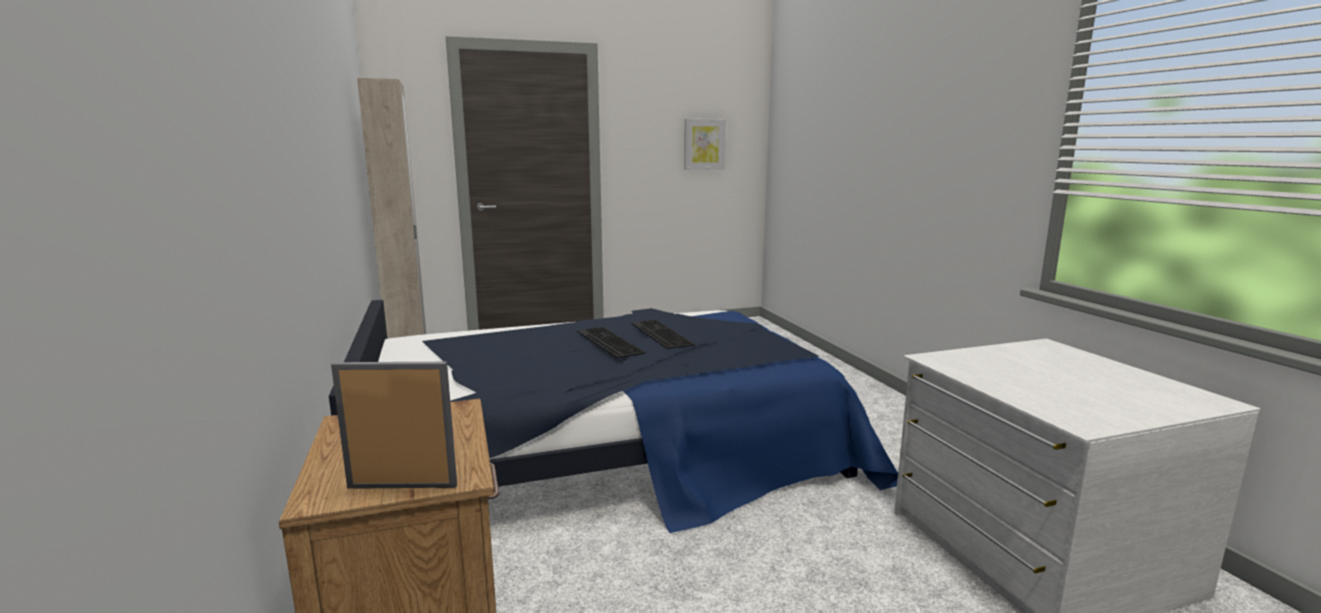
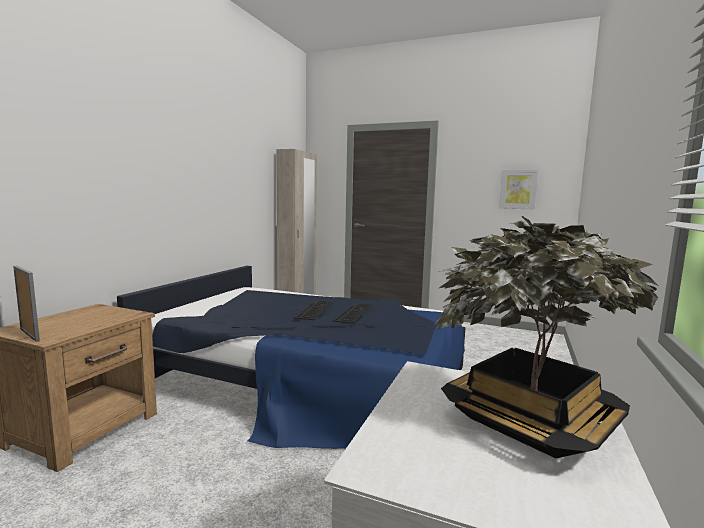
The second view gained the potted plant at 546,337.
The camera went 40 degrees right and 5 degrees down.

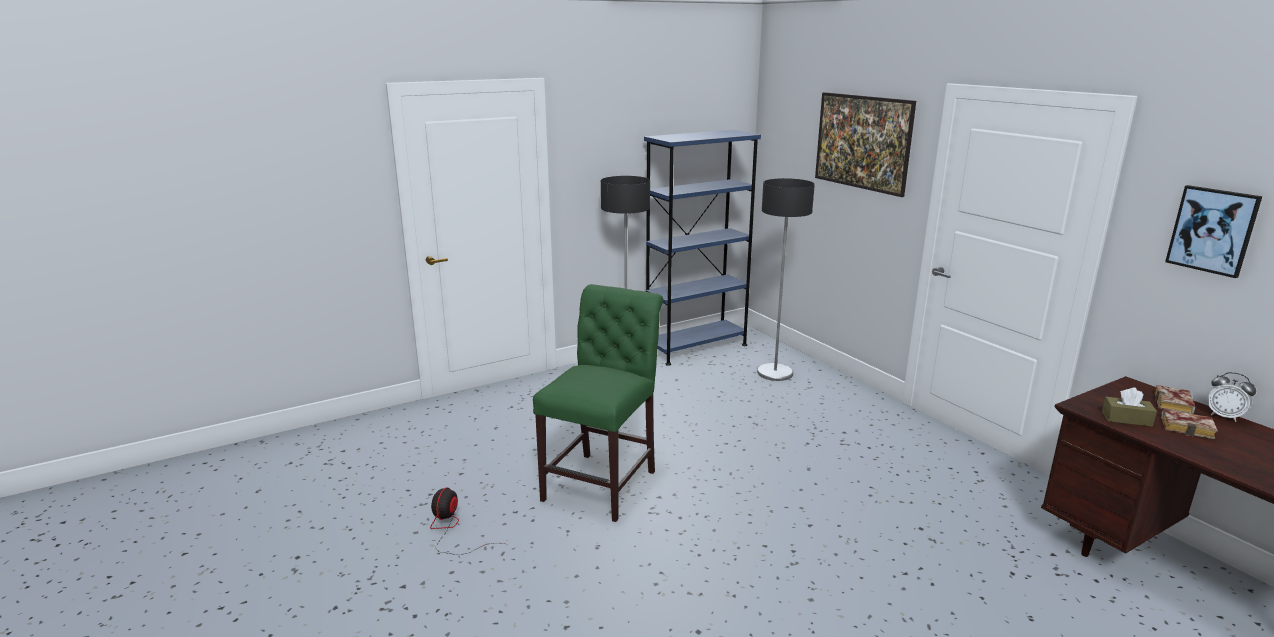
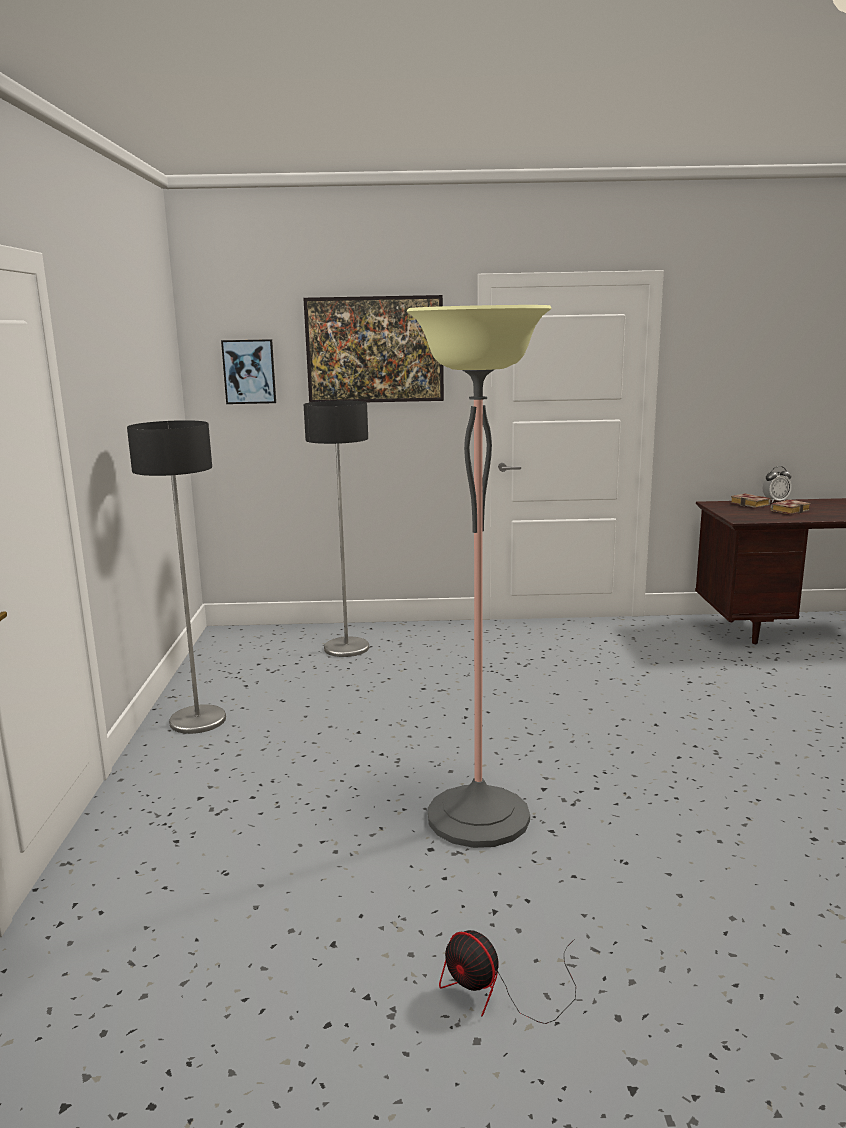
Where the chair/green stood at 598,403, the floor lamp came to stand at 479,576.
The second view lost the bookcase/blue at 702,248.
The second view lost the tissue box/brown at 1129,407.
The picture ended up elsewhere, having gone from 1213,231 to 248,371.
The camera went 60 degrees left and 5 degrees down.

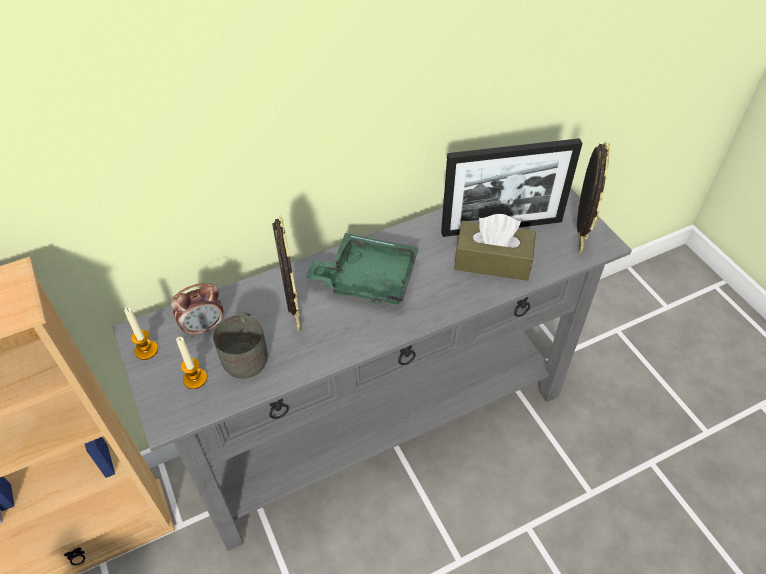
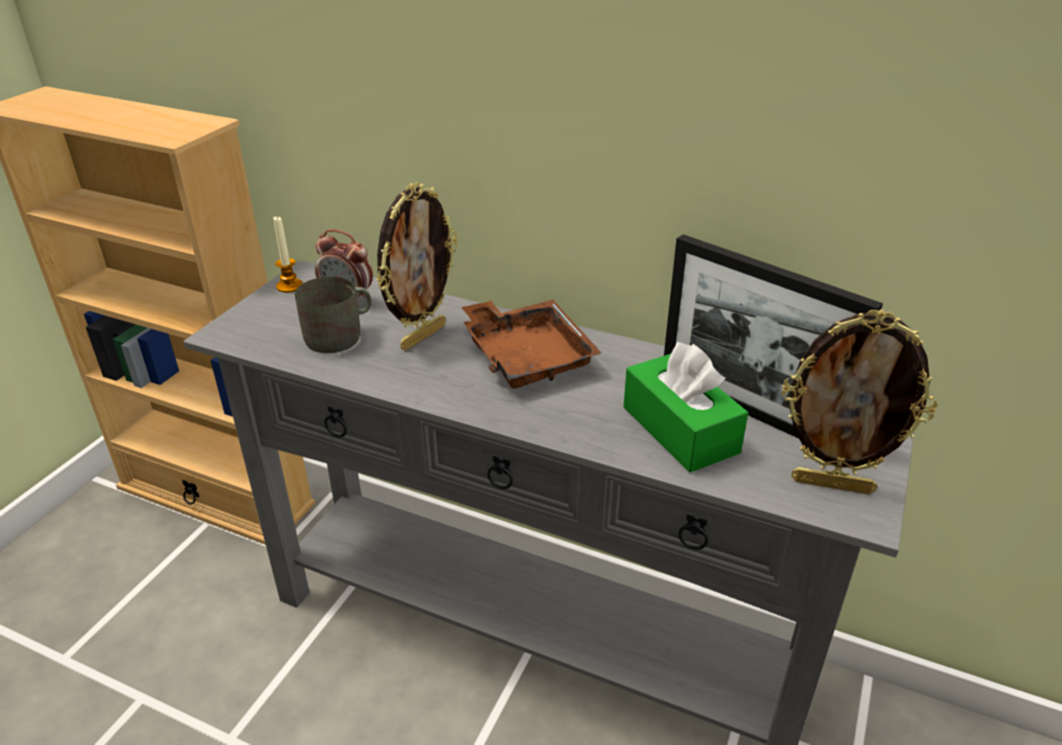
The second view lost the candle at 191,363.
What was the tray/green at 362,268 turned into the tray/brown at 531,344.
What was the tissue box/brown at 495,247 turned into the tissue box/green at 686,407.
The picture frame at 593,197 ended up facing another way, 45 degrees clockwise from before.
The camera went 50 degrees right and 15 degrees down.

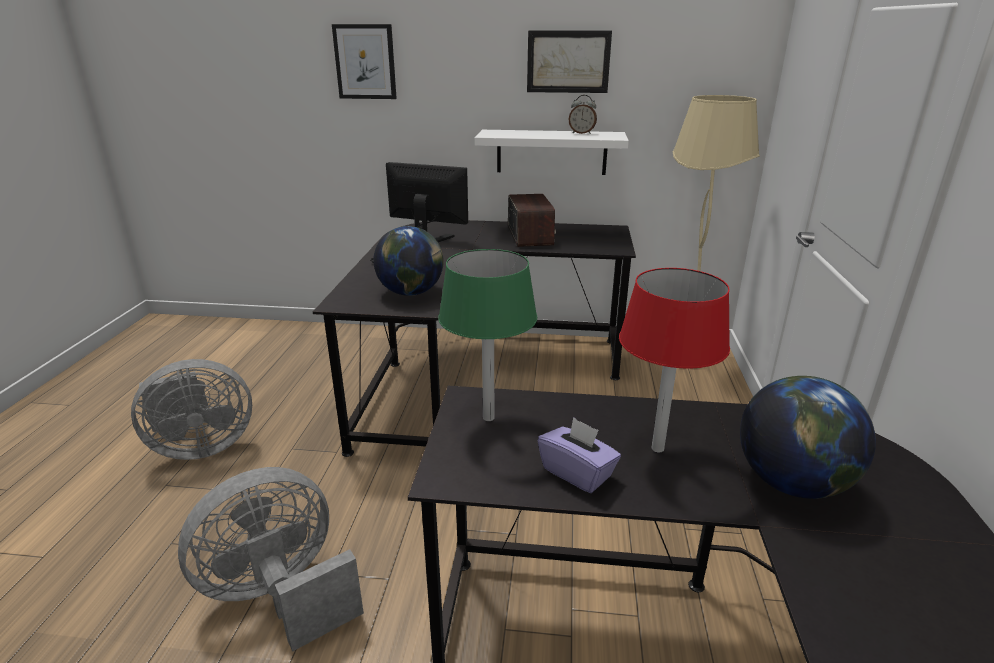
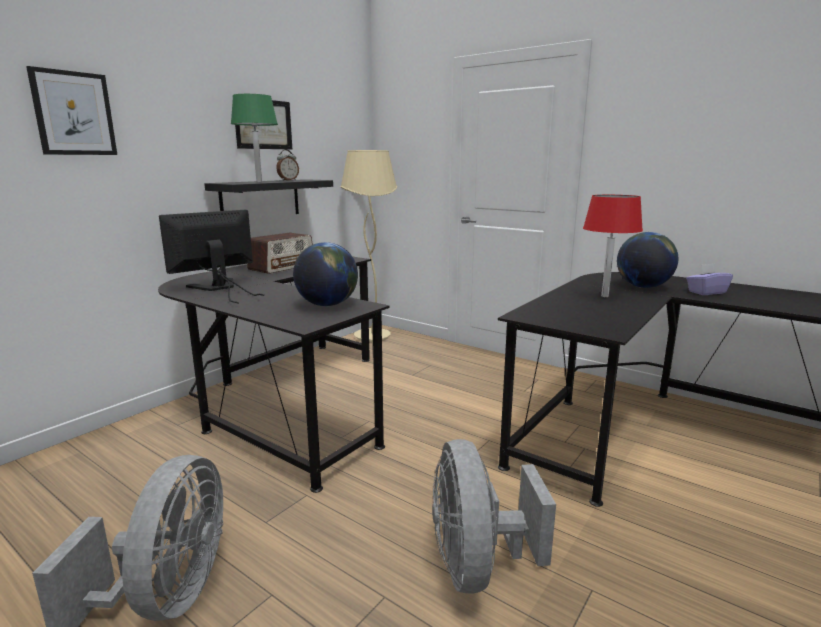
The table lamp/green ended up elsewhere, having gone from 487,335 to 254,138.
What was the shelf/white at 552,152 turned into the shelf/black at 268,196.
The radio at 532,220 ended up facing another way, 105 degrees clockwise from before.
The tissue box/purple ended up elsewhere, having gone from 579,455 to 709,279.
The camera went 60 degrees left and 10 degrees down.

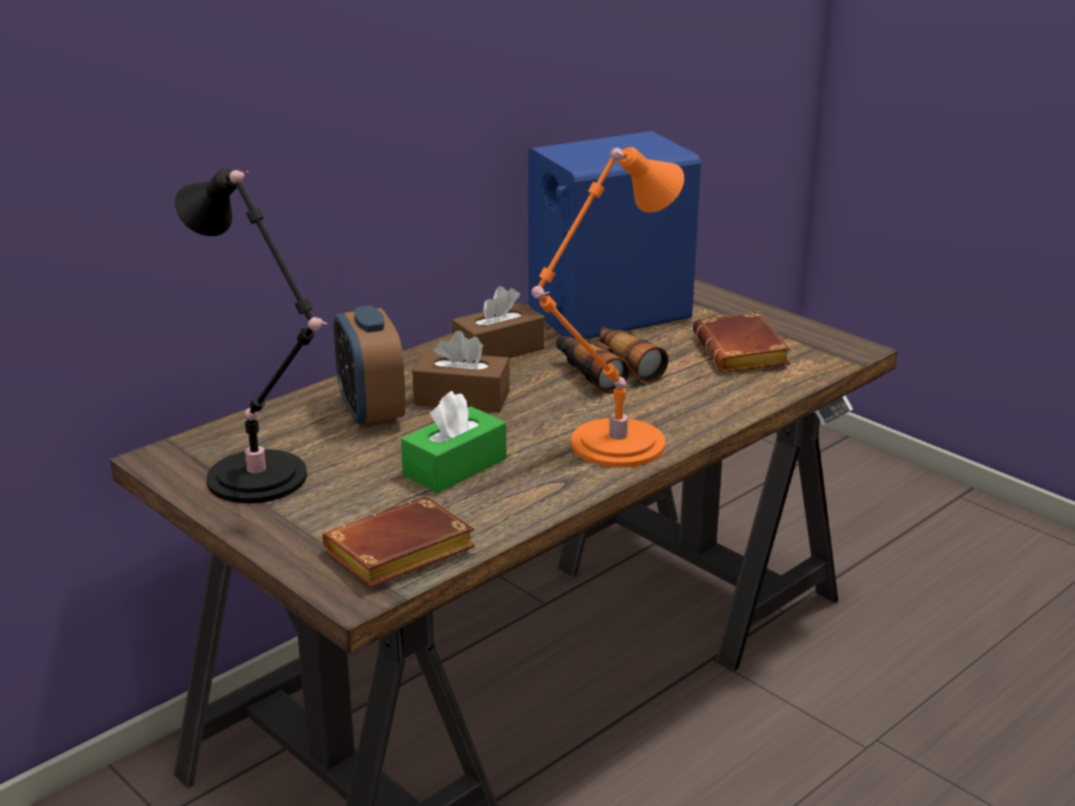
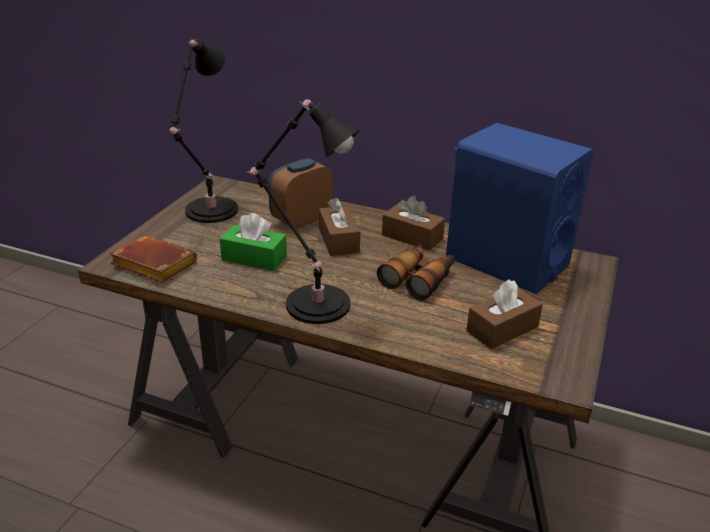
What was the table lamp/orange at 607,307 turned into the table lamp/black at 303,211.
Where the book/brown stood at 742,341, the tissue box/brown came to stand at 504,314.
The camera went 65 degrees right and 5 degrees up.

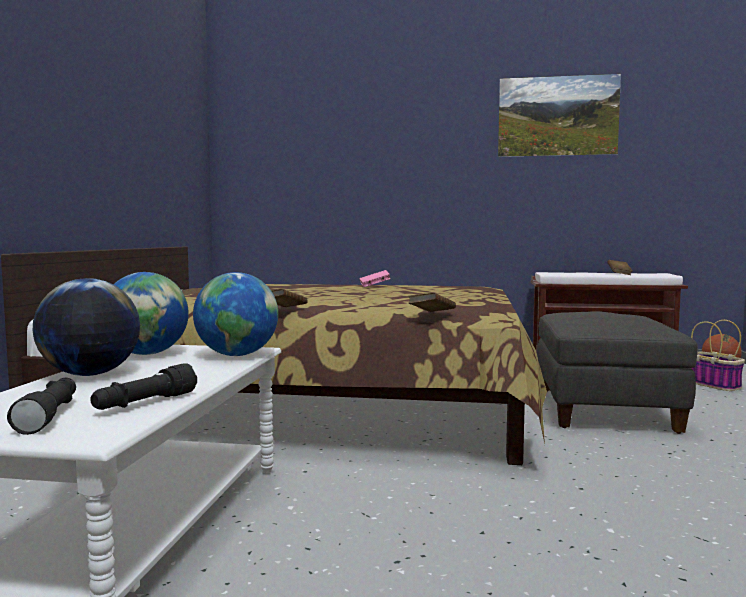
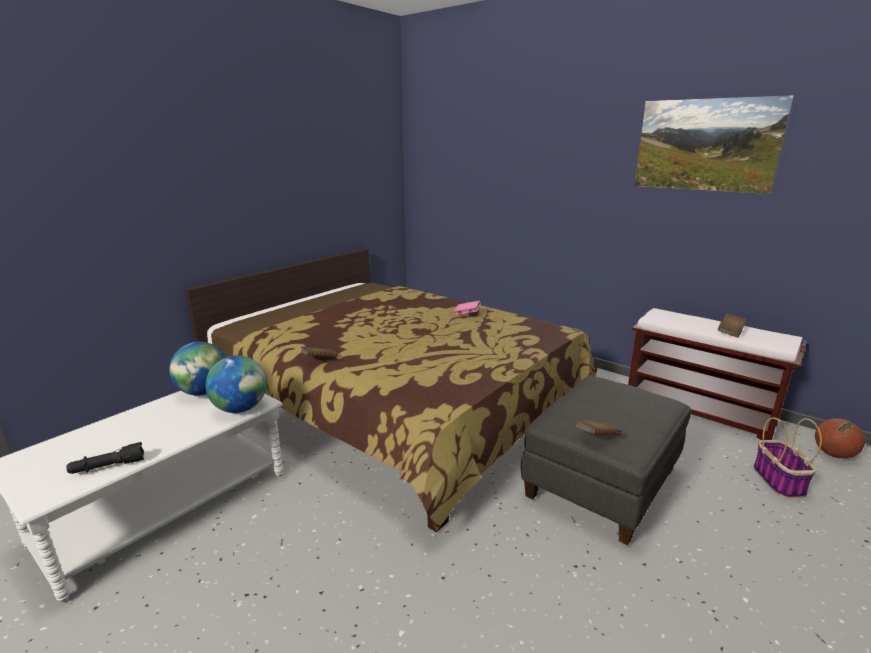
The second view lost the flashlight/black at 41,406.
The second view lost the globe at 86,327.
The book/brown ended up elsewhere, having gone from 432,302 to 598,427.
The camera went 30 degrees right and 15 degrees up.

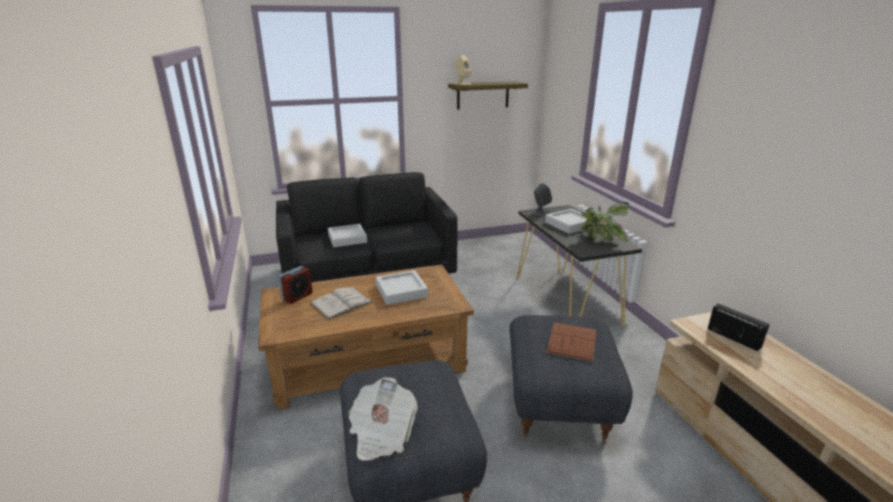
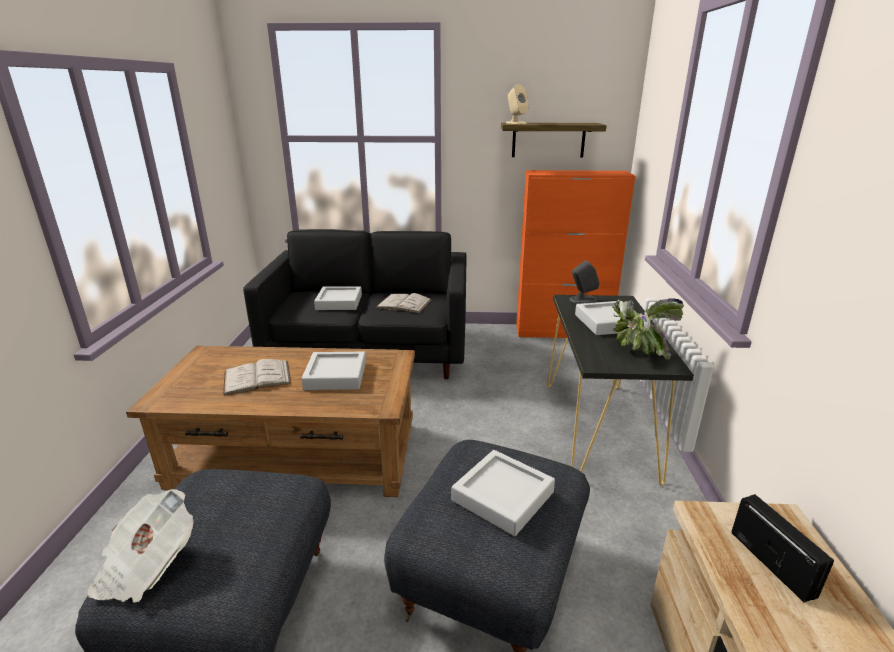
The second view lost the alarm clock at 295,285.
Where the book/brown stood at 571,342, the tray/grey came to stand at 503,493.
The second view gained the book/white at 403,303.
The second view gained the cabinet/orange at 576,254.
The camera went 20 degrees right and 0 degrees up.

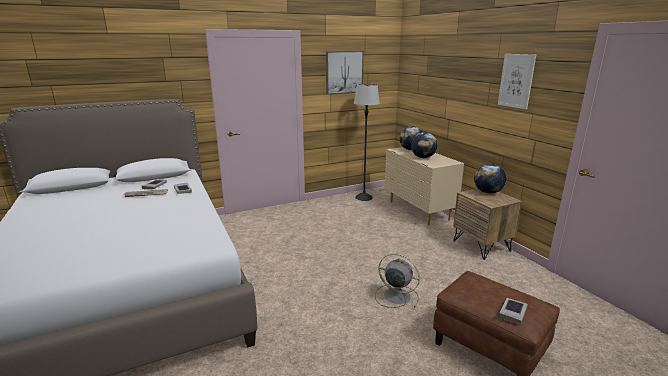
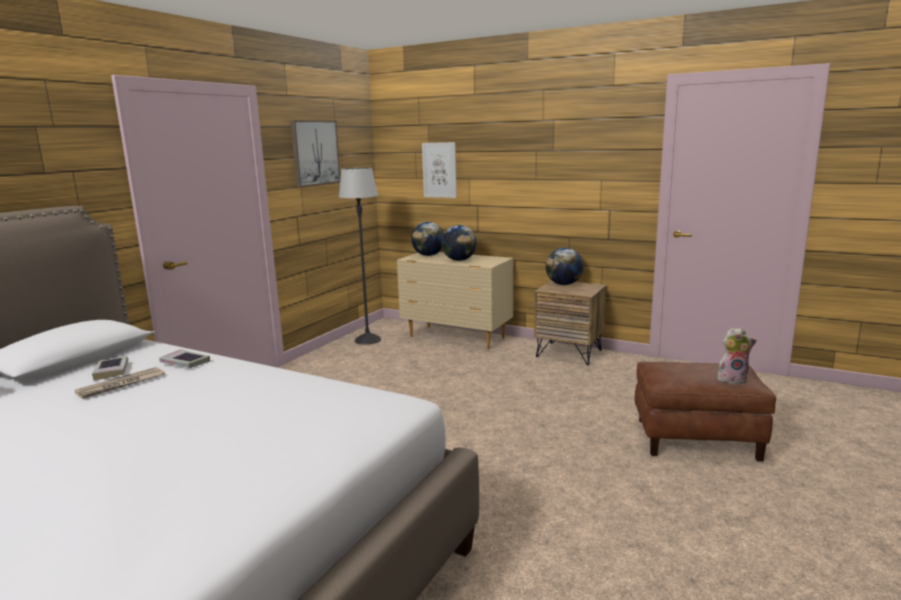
The second view lost the fan/grey at 397,280.
The picture ended up elsewhere, having gone from 517,81 to 439,170.
Where the book stood at 513,311, the plush toy came to stand at 737,356.
The camera went 35 degrees left and 5 degrees down.

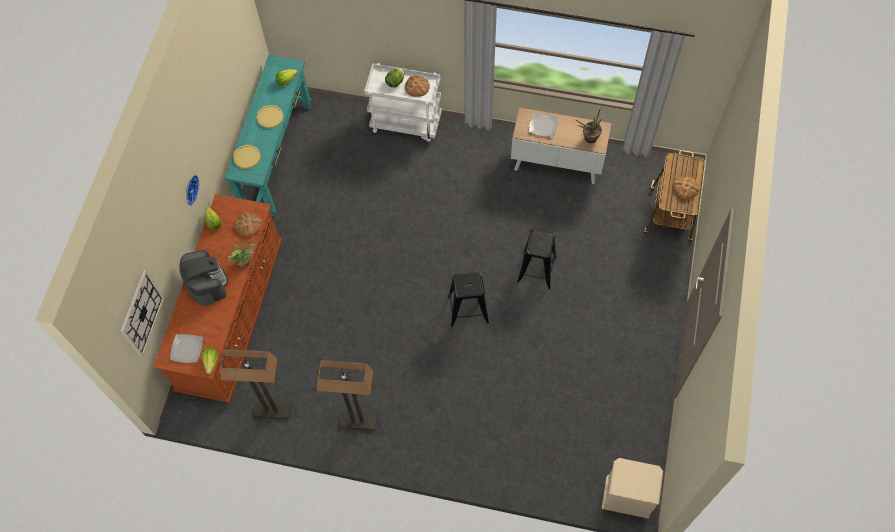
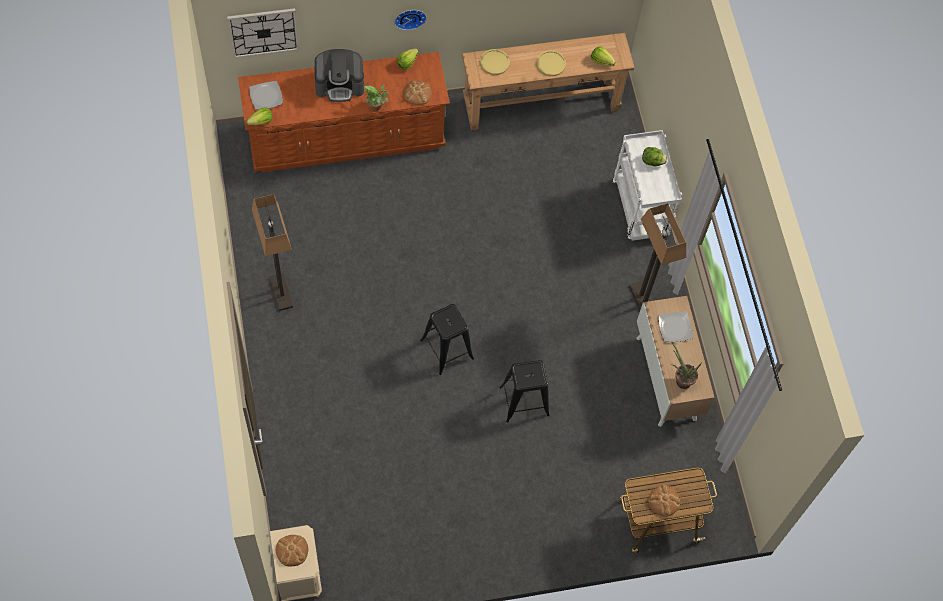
The coffee machine at 203,278 ended up facing another way, 45 degrees clockwise from before.
The floor lamp ended up elsewhere, having gone from 255,384 to 657,256.
What was the console table/turquoise at 267,136 turned into the console table/brown at 548,81.
The bread ended up elsewhere, having gone from 417,86 to 292,551.
The camera went 60 degrees right and 0 degrees up.

